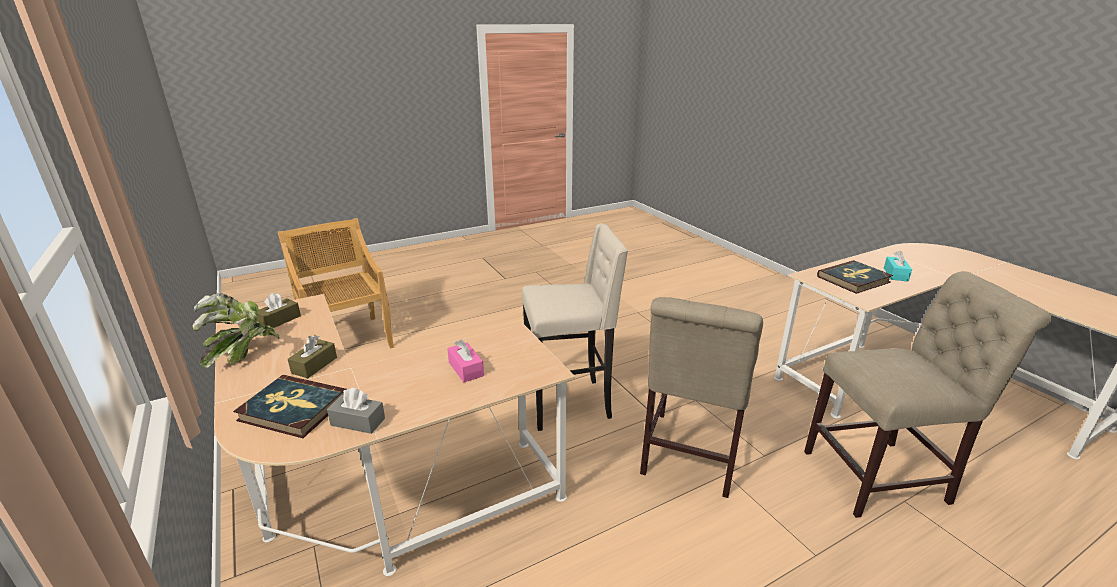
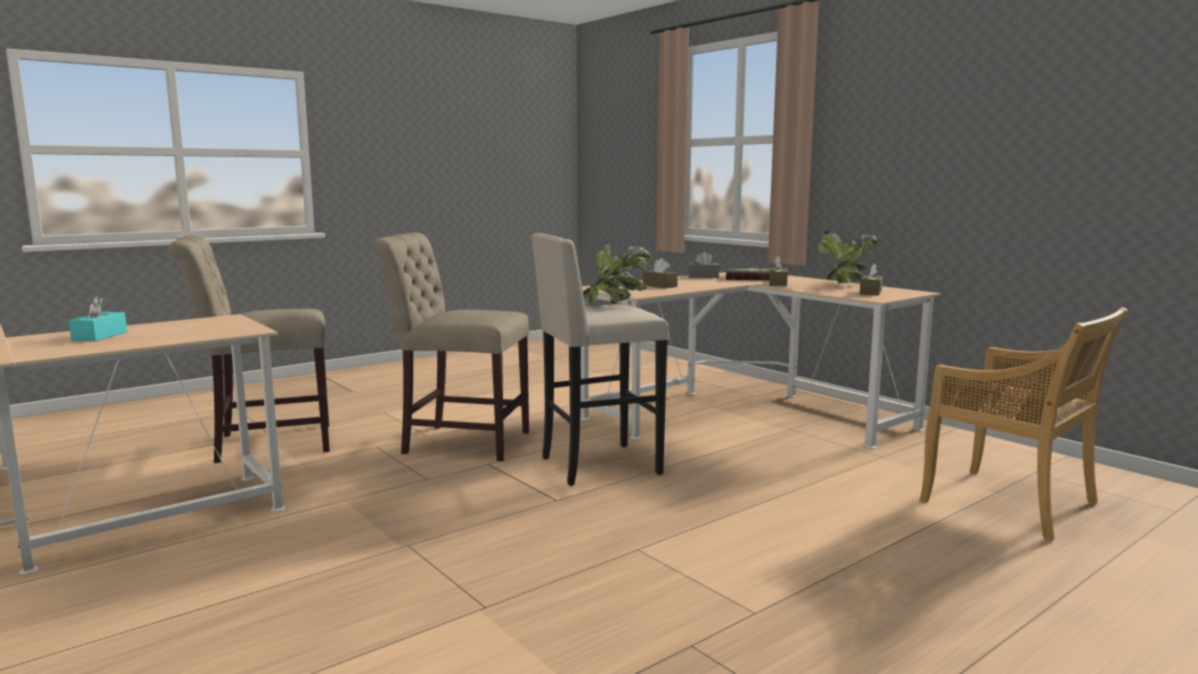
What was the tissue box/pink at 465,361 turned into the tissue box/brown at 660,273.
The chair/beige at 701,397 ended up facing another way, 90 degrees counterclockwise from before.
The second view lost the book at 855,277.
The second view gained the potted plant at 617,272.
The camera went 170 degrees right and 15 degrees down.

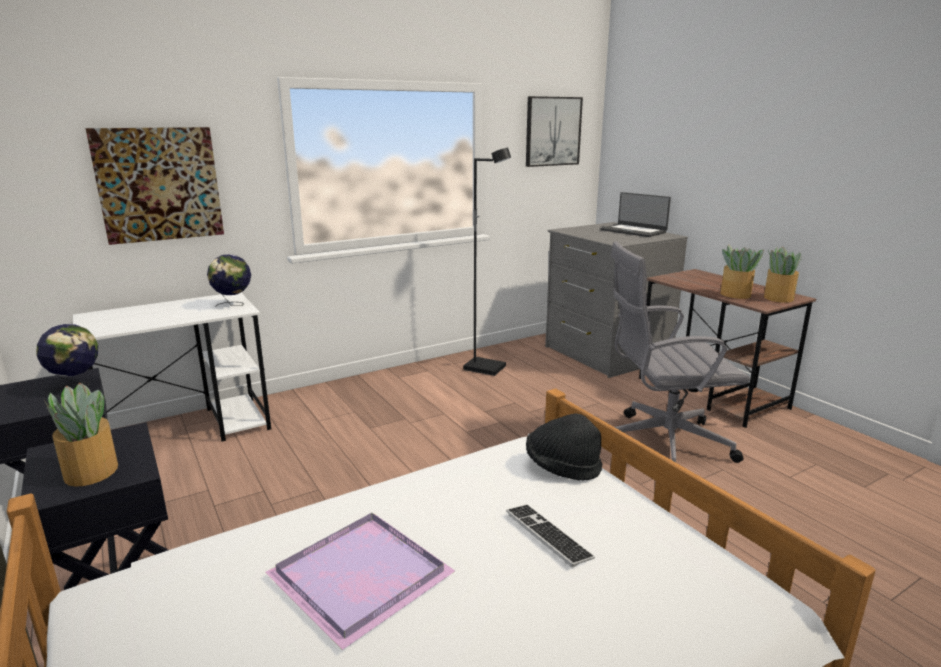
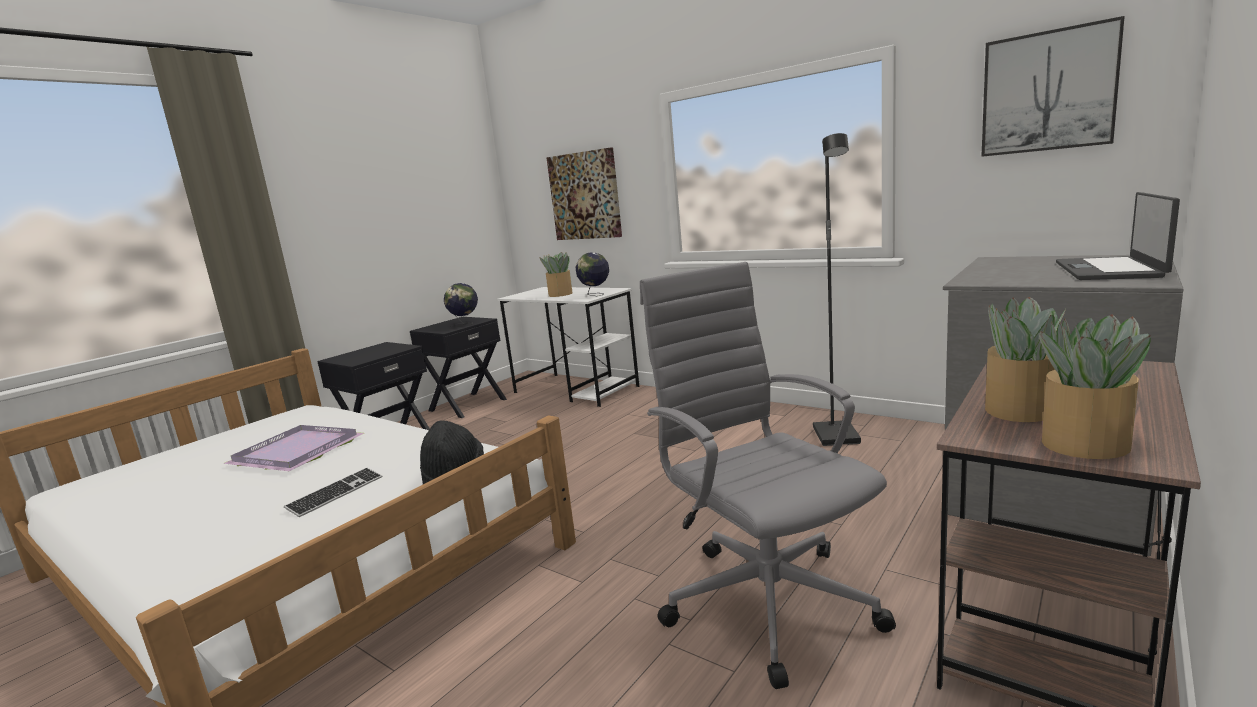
The potted plant ended up elsewhere, having gone from 81,435 to 556,274.
The camera went 70 degrees right and 5 degrees down.

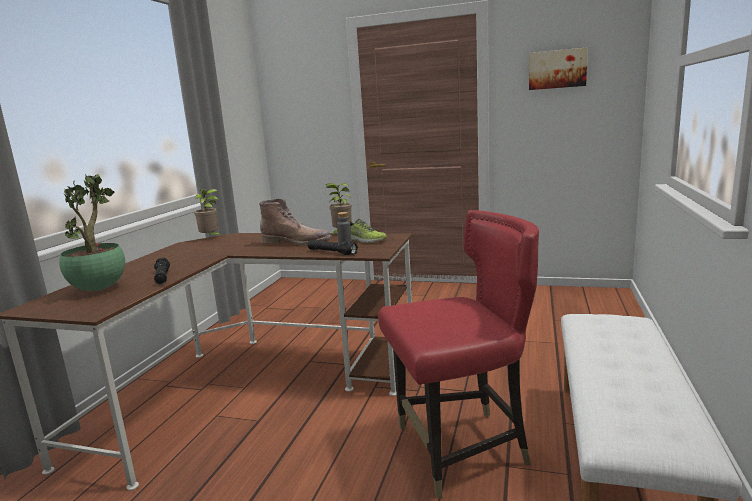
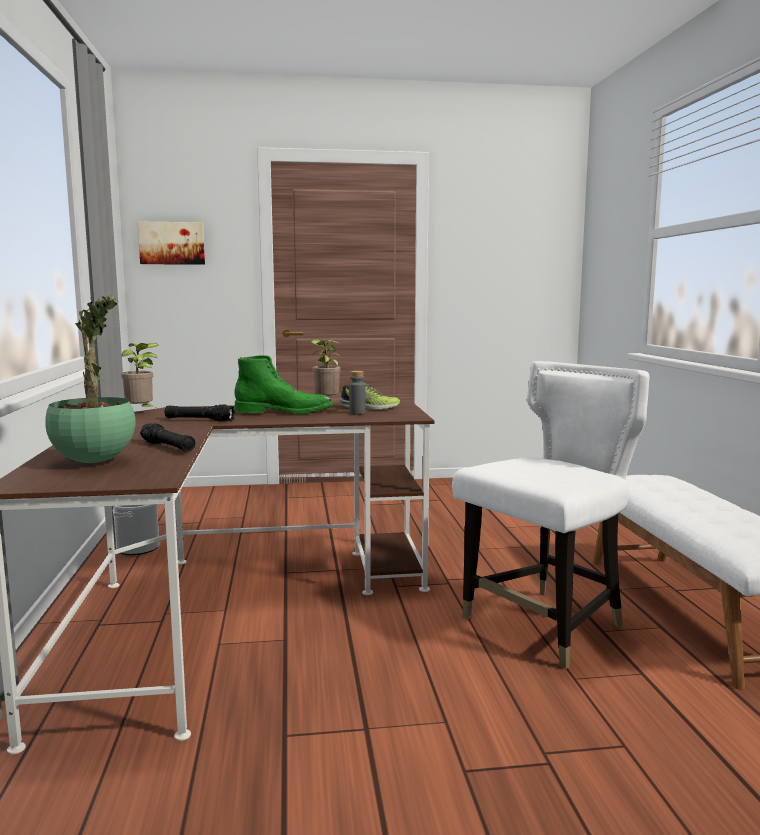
What was the boot/brown at 295,222 turned into the boot/green at 283,384.
The flashlight/black ended up elsewhere, having gone from 333,247 to 200,413.
What was the chair/red at 458,354 turned into the chair/white at 550,515.
The picture ended up elsewhere, having gone from 558,68 to 171,243.
The second view gained the bucket at 136,529.
The camera went 25 degrees left and 5 degrees down.

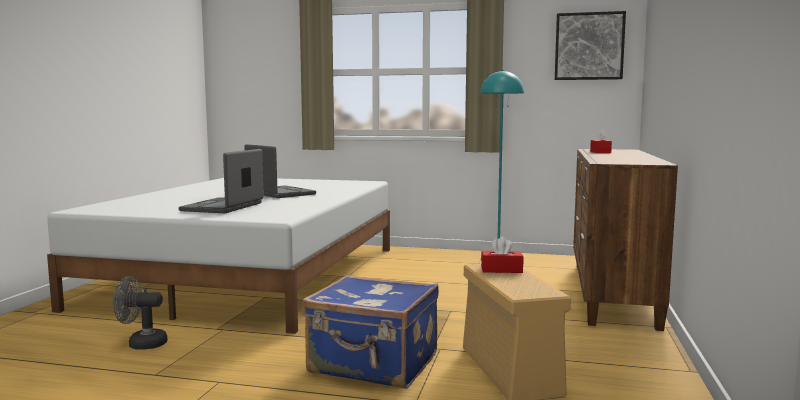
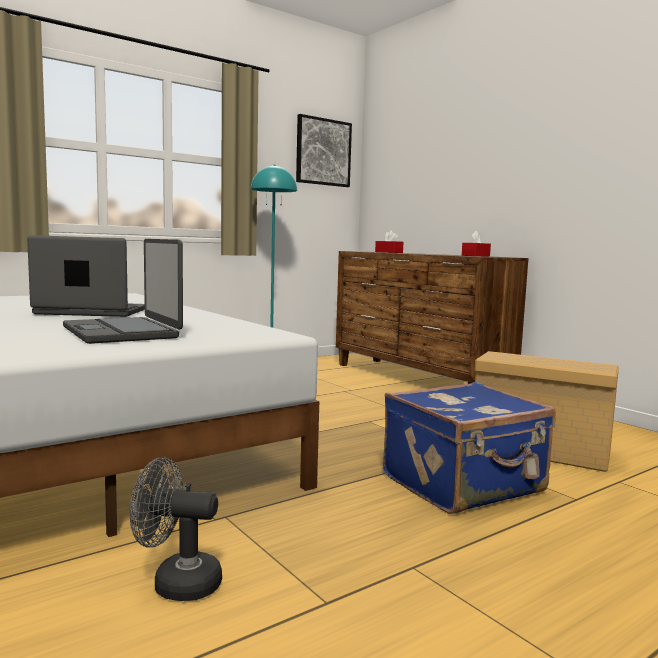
The fan/grey at 140,313 ended up facing another way, 60 degrees clockwise from before.
The tissue box/red ended up elsewhere, having gone from 502,255 to 476,243.
The camera went 50 degrees left and 0 degrees up.

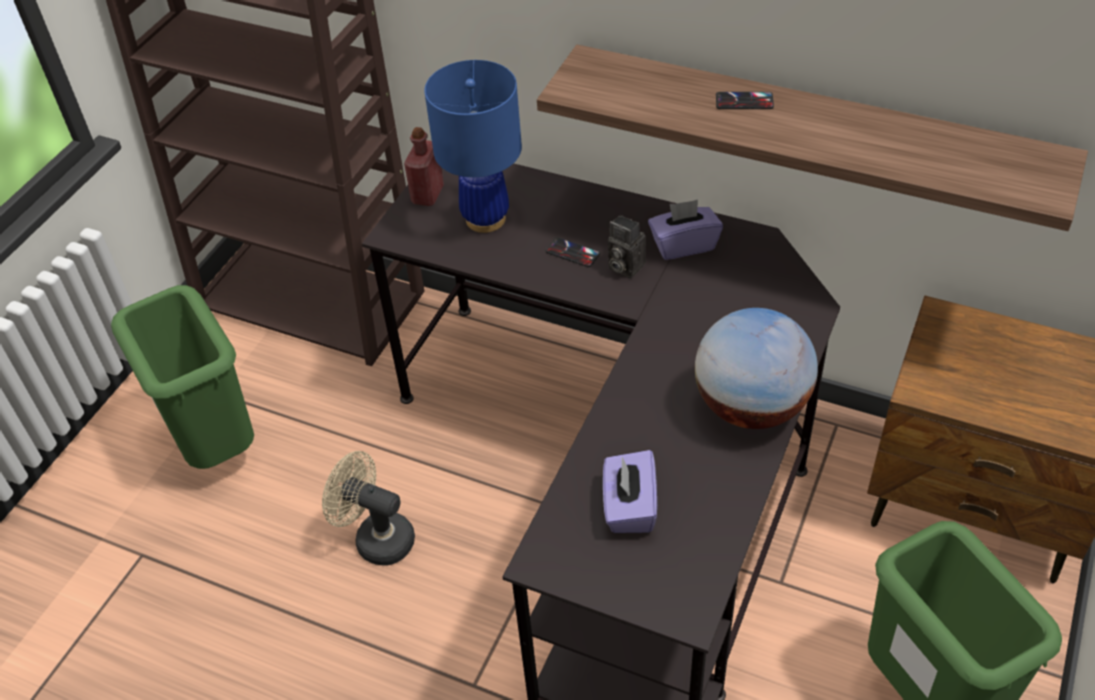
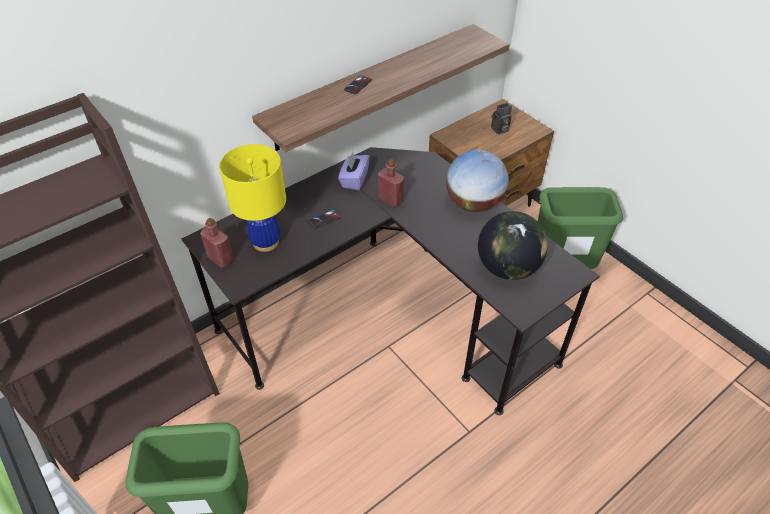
The second view lost the fan/beige at 368,508.
What was the table lamp/blue at 473,146 turned into the table lamp/yellow at 252,198.
Where the tissue box/purple stood at 630,491, the globe came to stand at 513,245.
The photo camera ended up elsewhere, having gone from 627,246 to 501,118.
The second view gained the bottle/red at 391,183.
The camera went 65 degrees left and 0 degrees up.

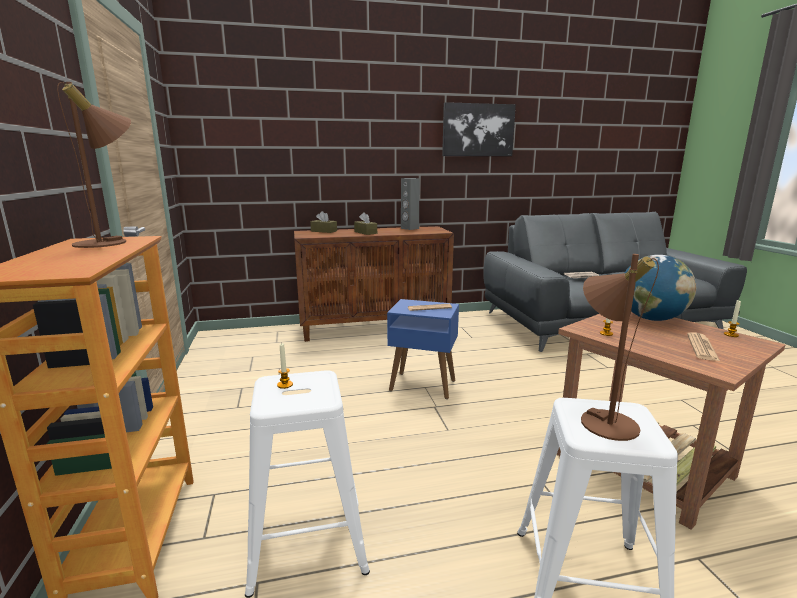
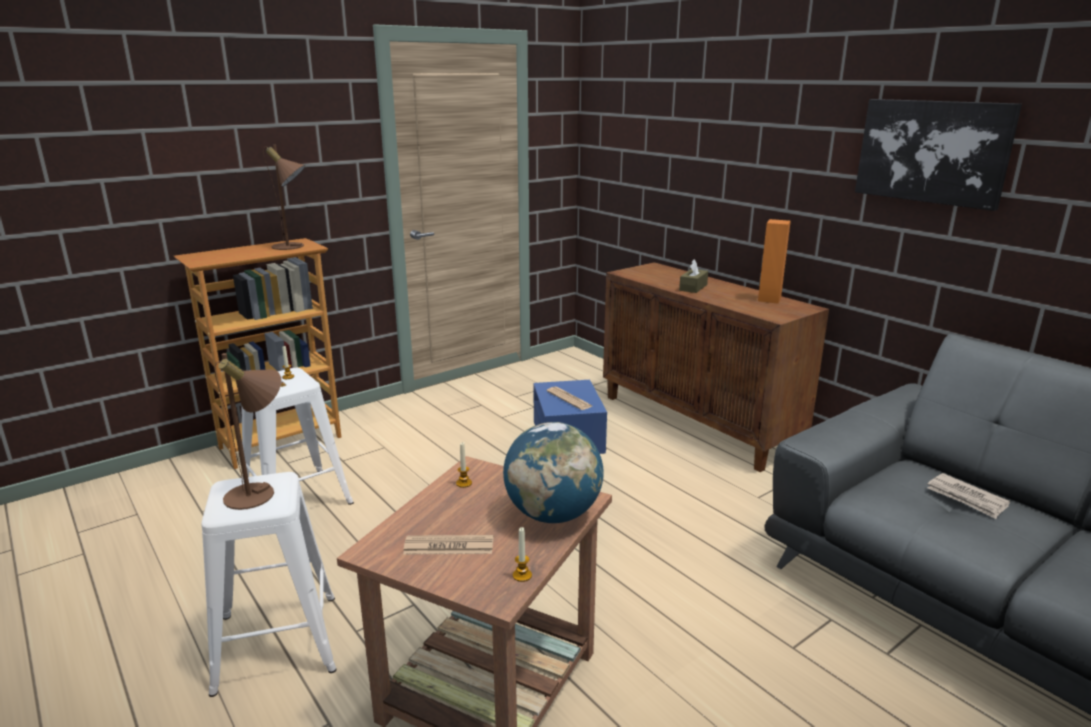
The second view lost the tissue box/brown at 323,222.
What was the speaker/grey at 410,204 turned into the speaker/orange at 774,261.
The camera went 65 degrees right and 5 degrees up.

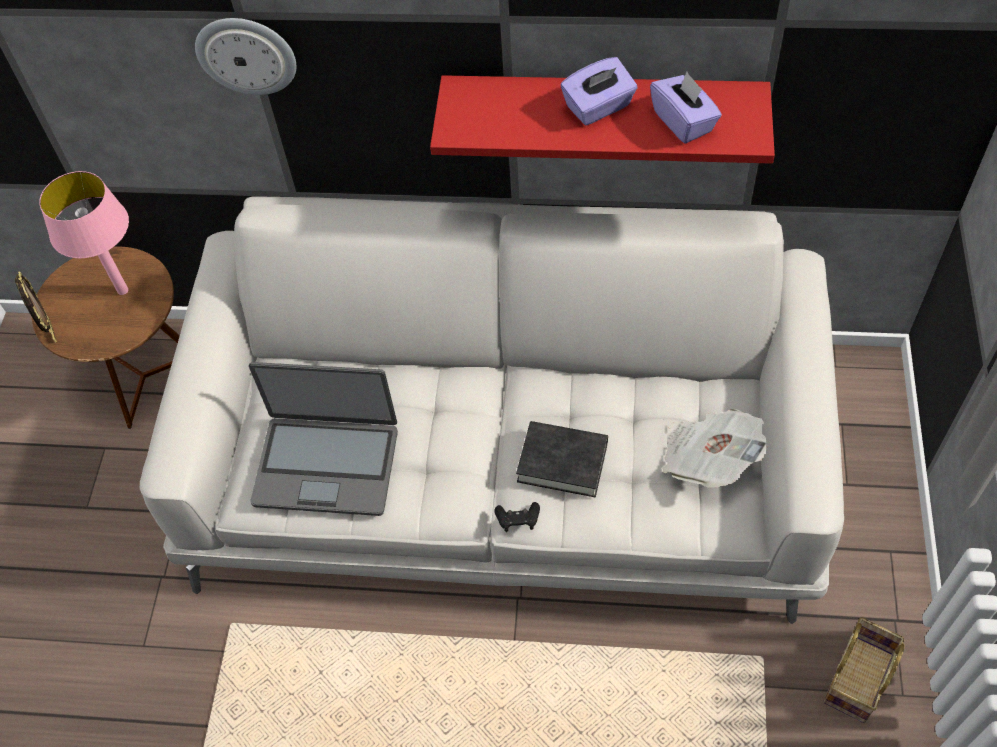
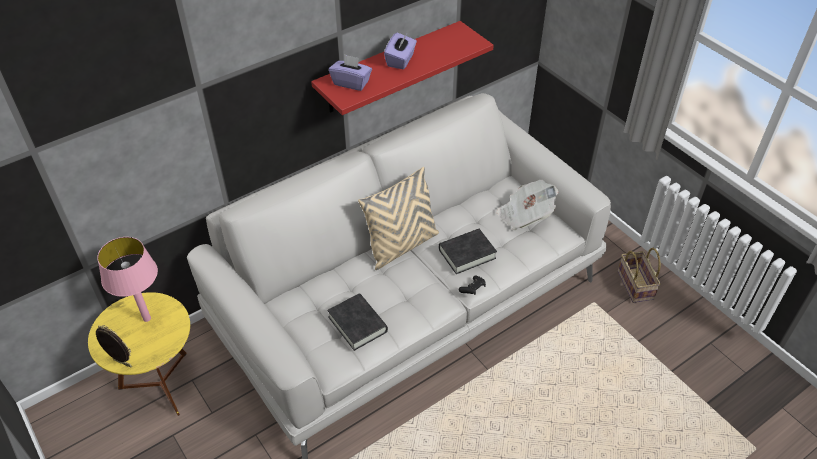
What was the side table/brown at 106,338 turned into the side table/yellow at 139,354.
The second view lost the wall clock at 245,56.
Where the laptop stood at 323,439, the book/black came to stand at 357,322.
The tissue box/purple ended up elsewhere, having gone from 686,108 to 350,72.
The second view gained the pillow/beige at 398,218.
The camera went 45 degrees left and 10 degrees down.

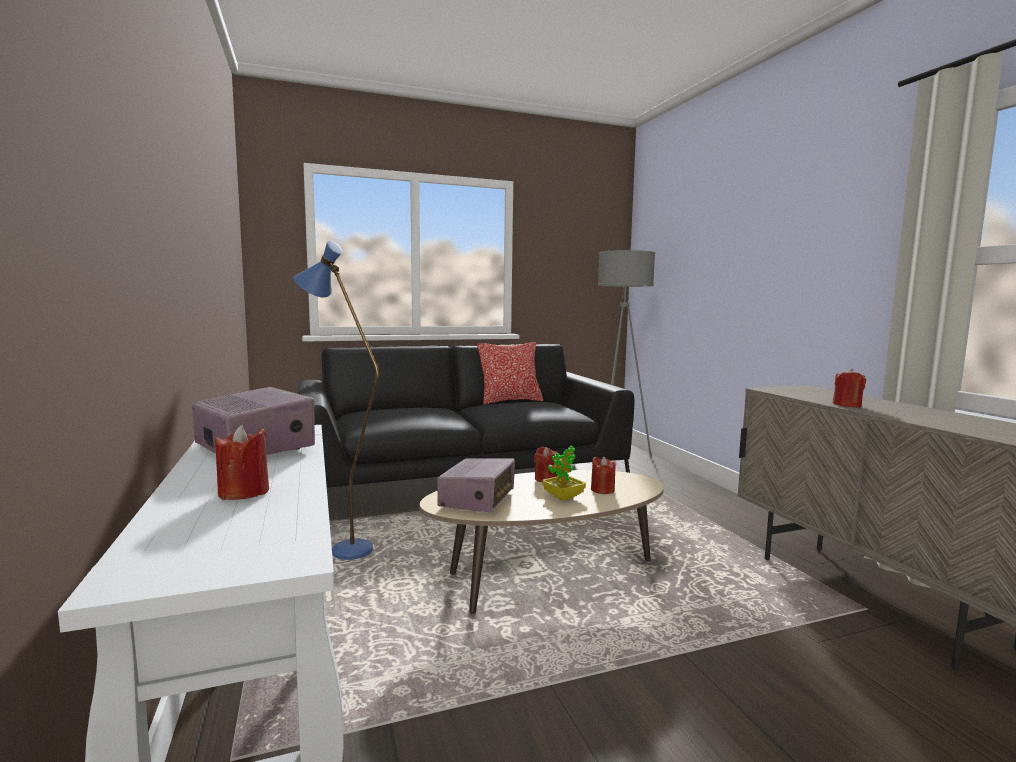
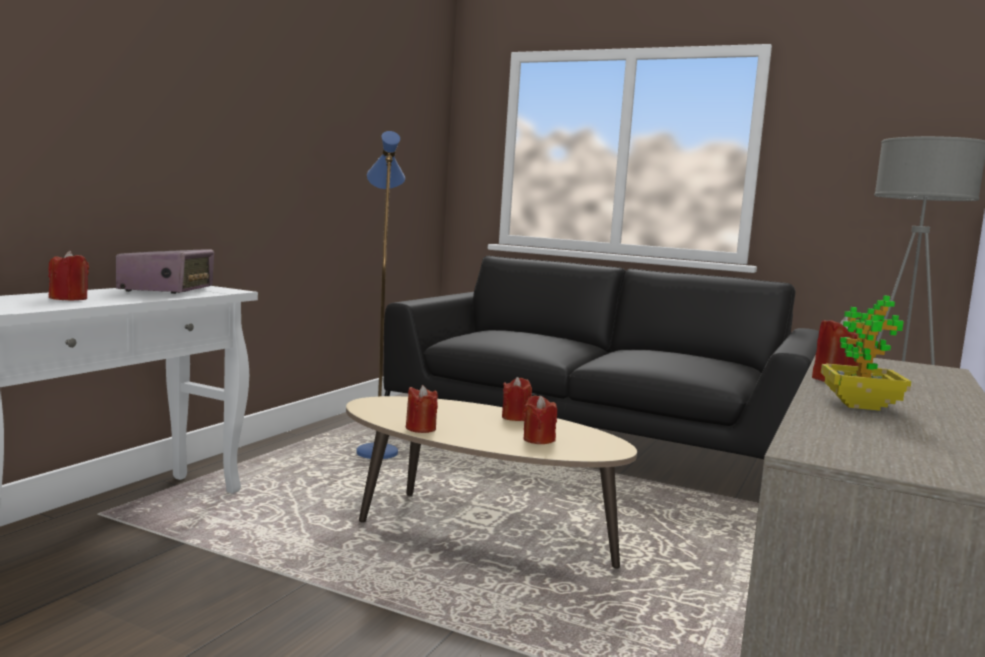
The second view lost the radio at 476,485.
The second view lost the pillow at 510,373.
The potted plant ended up elsewhere, having gone from 564,473 to 866,353.
The second view gained the candle/red at 422,409.
The camera went 45 degrees right and 0 degrees up.

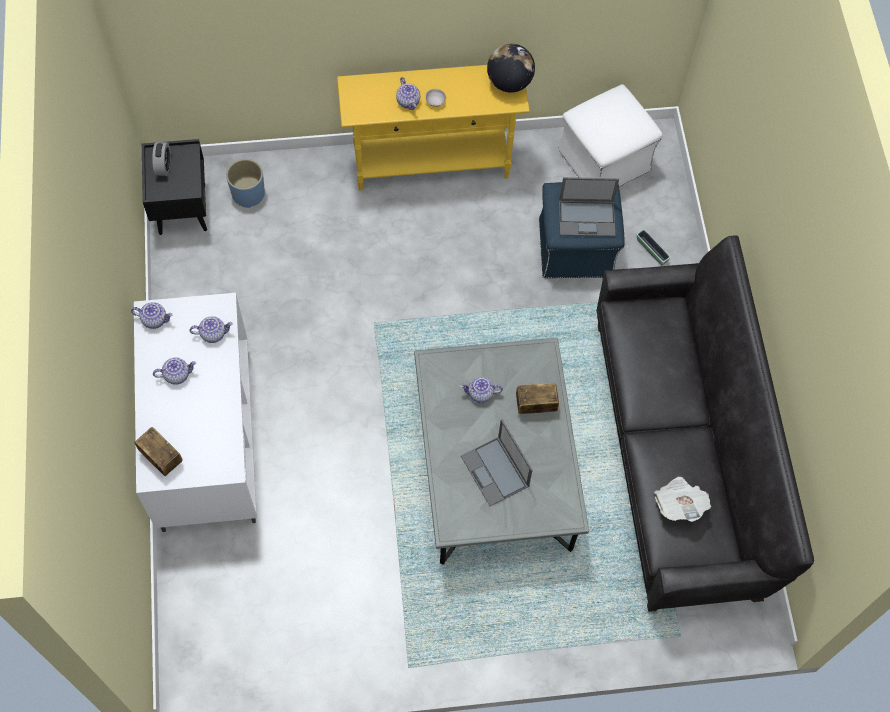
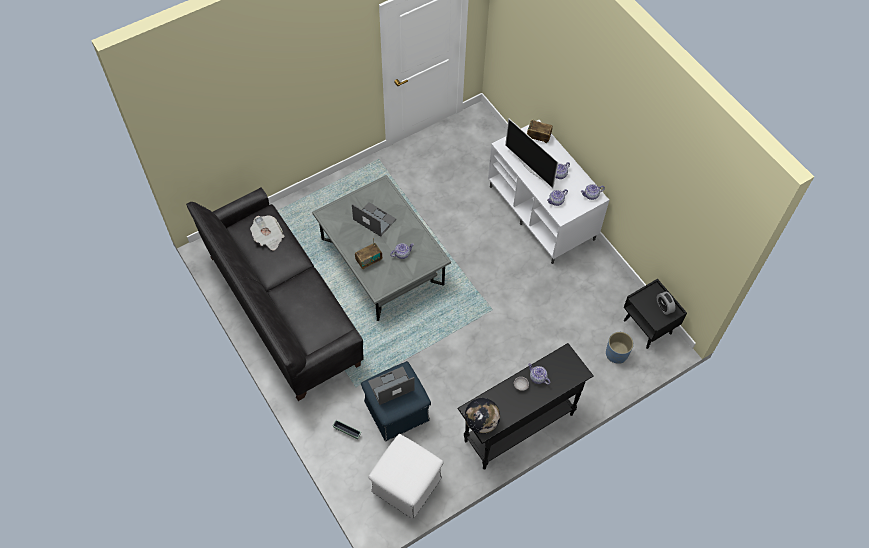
What was the console table/yellow at 433,128 turned into the console table/black at 525,406.
The second view gained the television at 532,153.
The camera went 155 degrees right and 5 degrees down.

